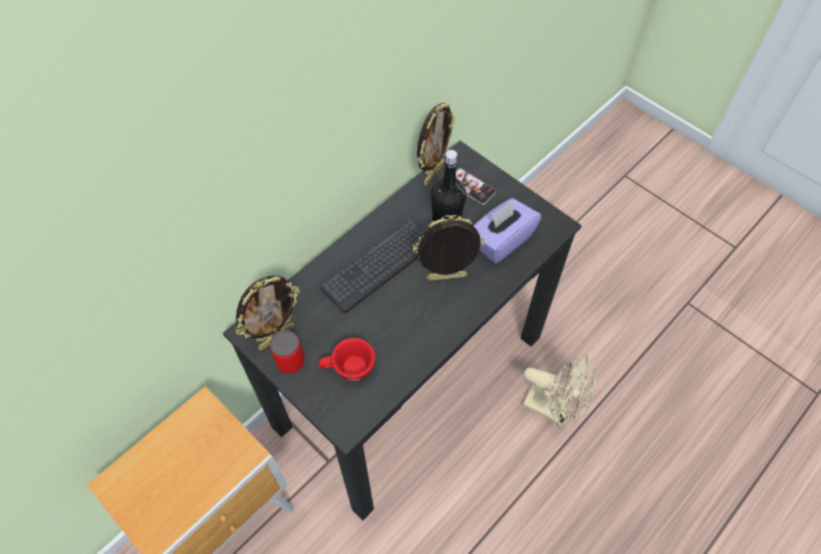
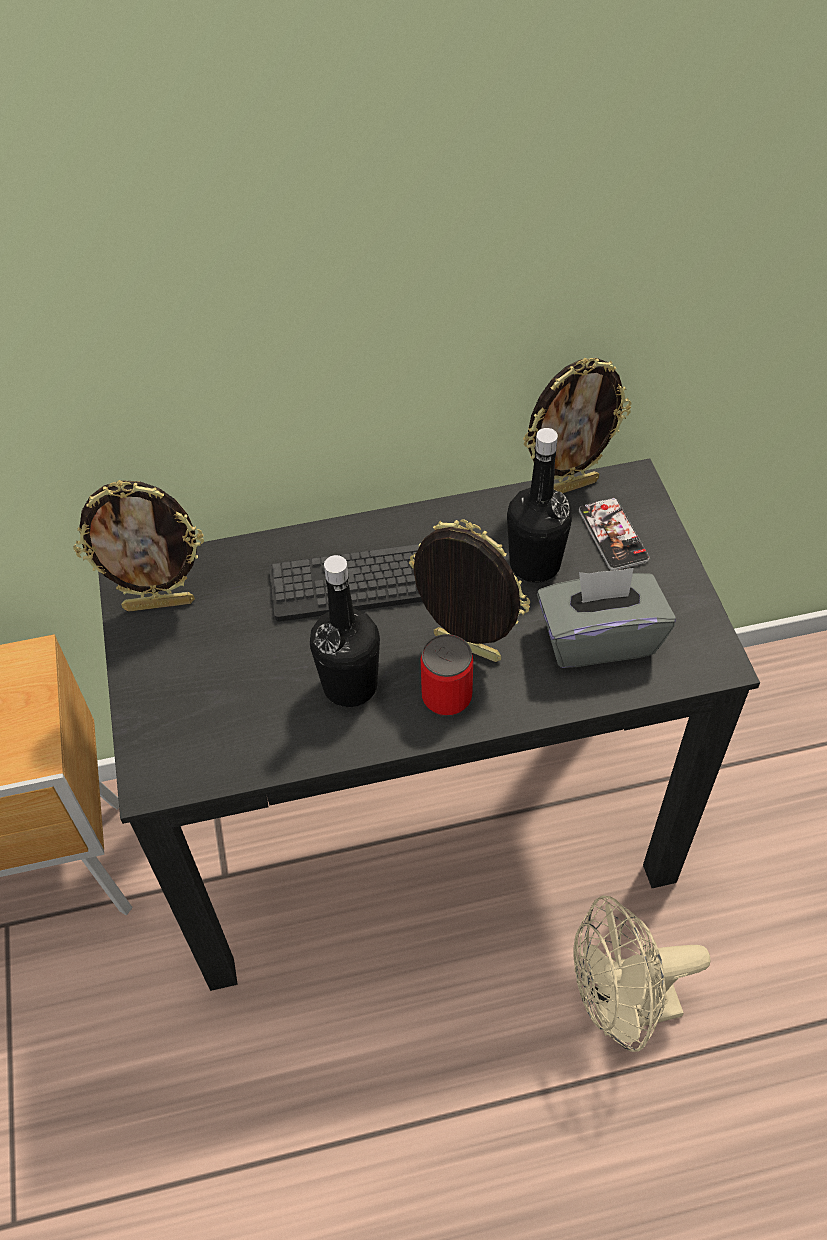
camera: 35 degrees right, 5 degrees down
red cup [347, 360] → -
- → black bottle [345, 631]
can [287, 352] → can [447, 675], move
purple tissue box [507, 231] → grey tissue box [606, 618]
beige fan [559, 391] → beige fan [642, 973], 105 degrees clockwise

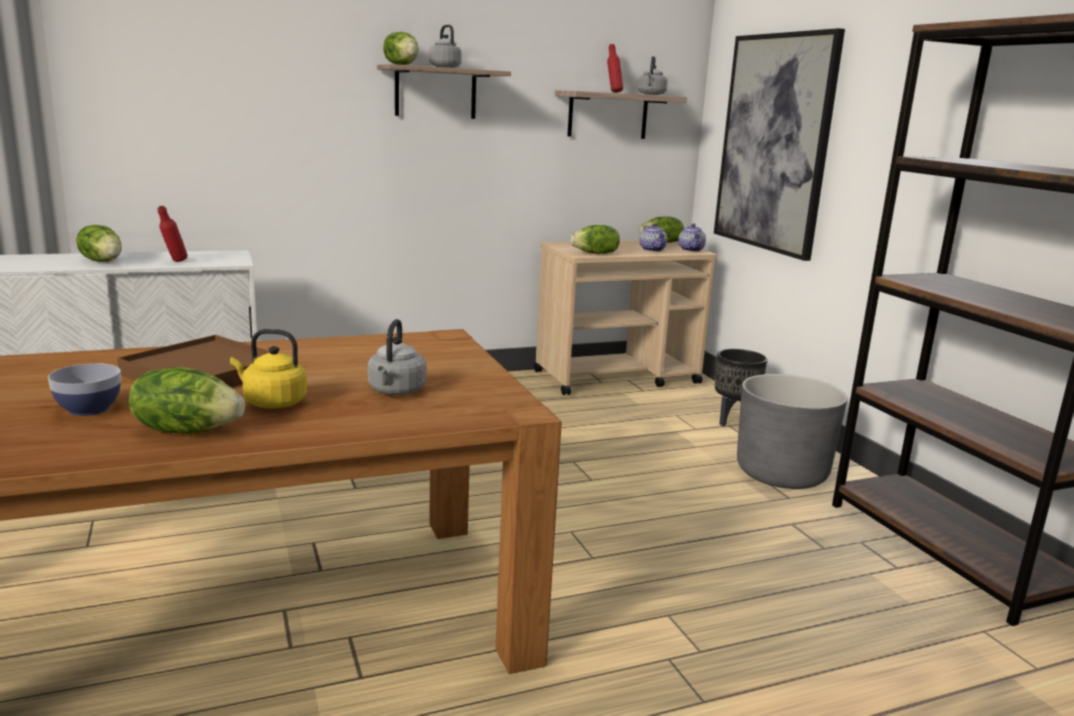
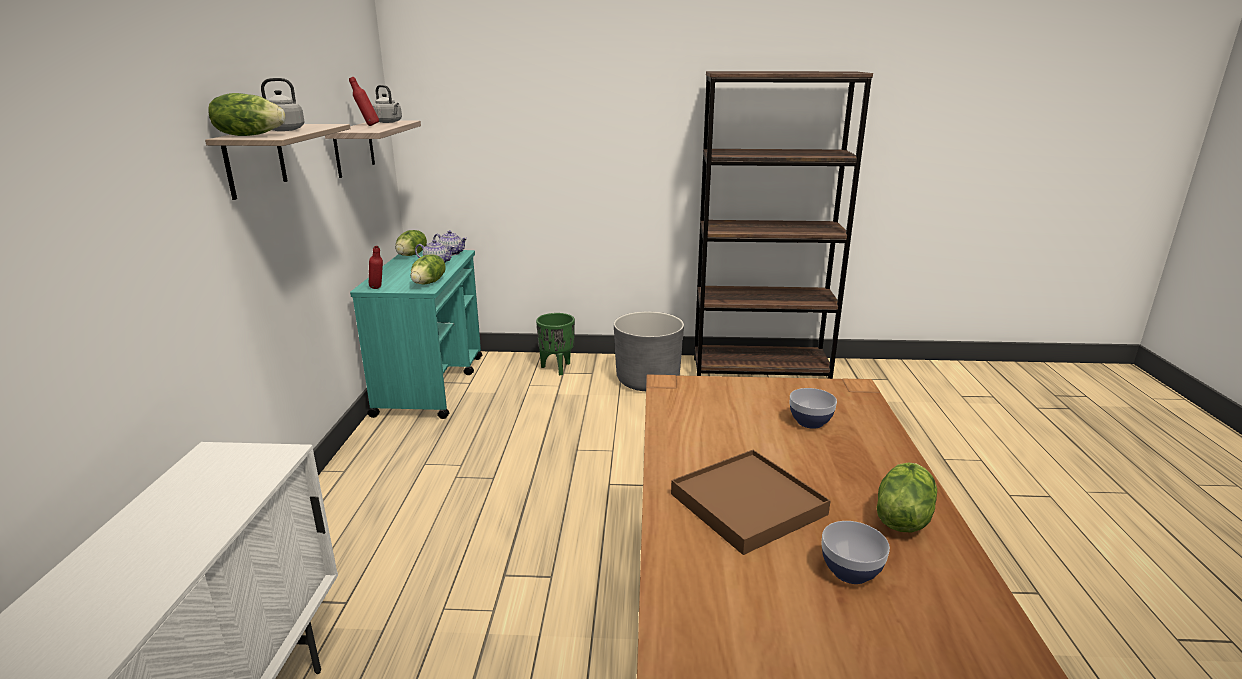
camera: 65 degrees left, 5 degrees up
lettuce [99, 243] → -
yellow kettle [268, 368] → -
picture [779, 144] → -
red bottle [173, 234] → red bottle [376, 267], move
grey kettle [397, 357] → bowl [813, 408]
beige cart [626, 318] → turquoise cart [416, 334]
black planter [741, 387] → green planter [555, 344]

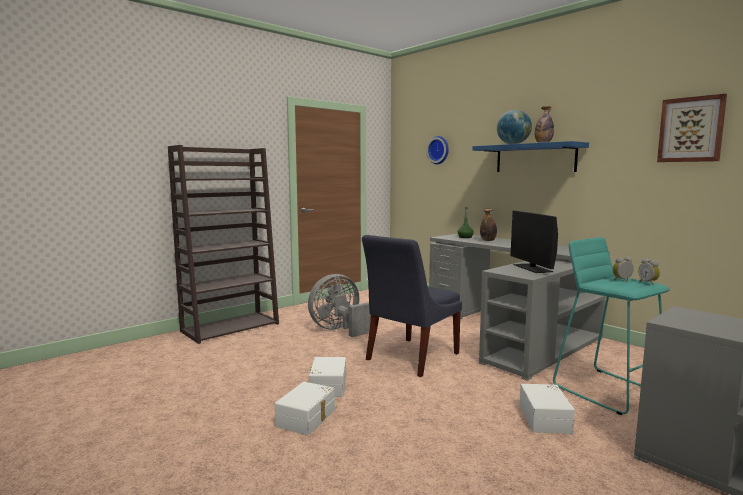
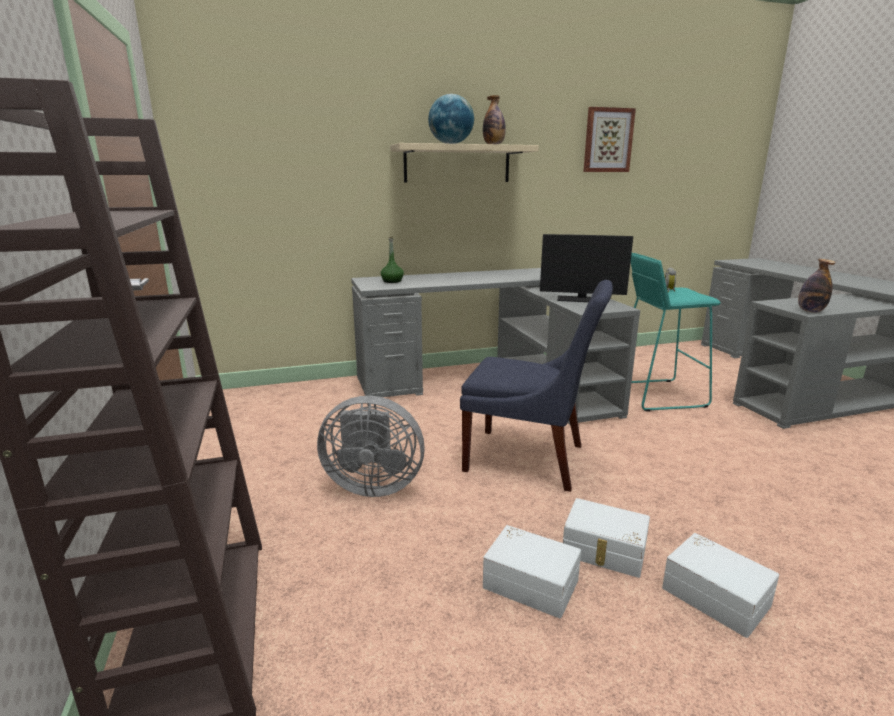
camera: 65 degrees left, 10 degrees up
wall clock [437, 150] → -
alarm clock [649, 271] → -
bottle [488, 225] → bottle [817, 286], move
white storage box [547, 409] → white storage box [532, 571], move
blue shelf [530, 156] → beige shelf [464, 163]
grey fan [339, 305] → grey fan [371, 446], 75 degrees counterclockwise
blue chair [412, 306] → blue chair [536, 386], 45 degrees counterclockwise

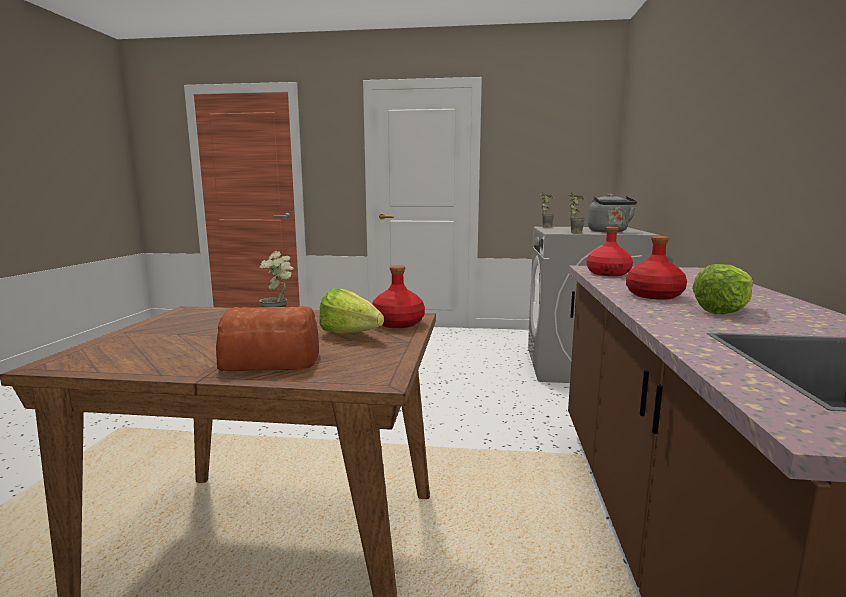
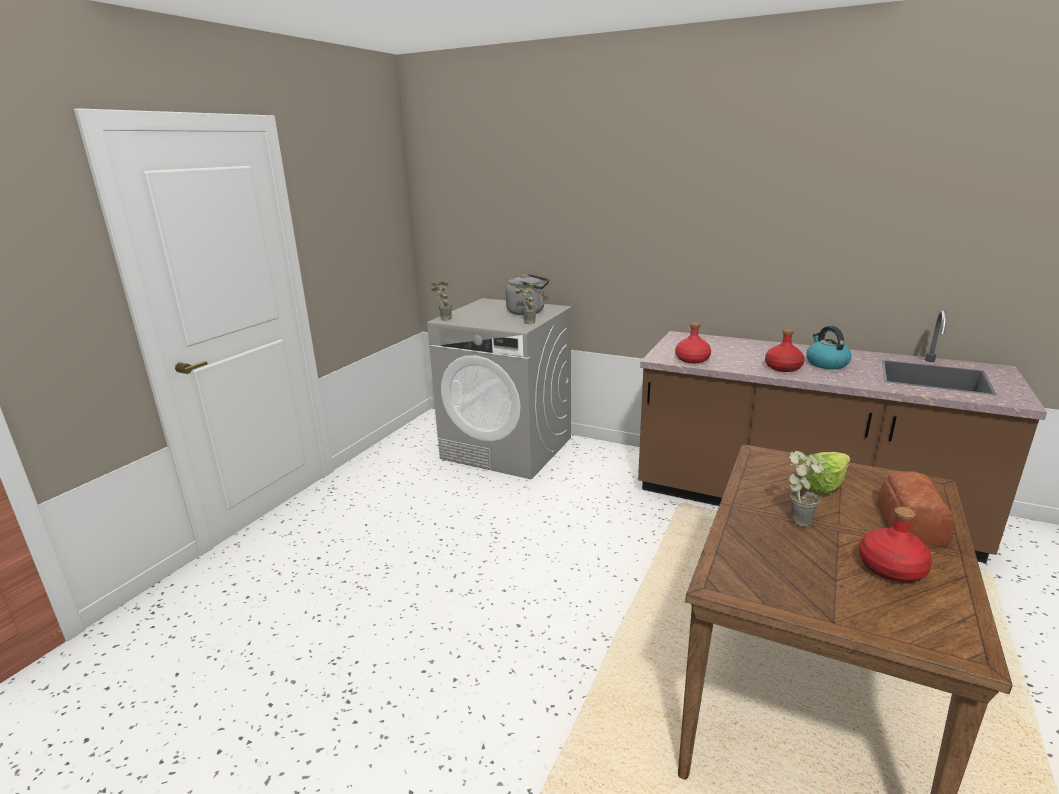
camera: 70 degrees left, 10 degrees up
red bottle [398, 296] → red bottle [895, 545], move
lettuce [722, 289] → kettle [828, 347]

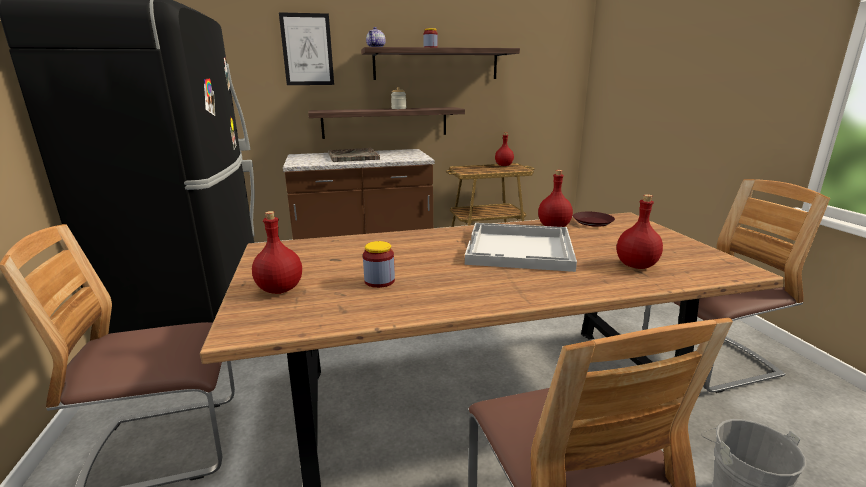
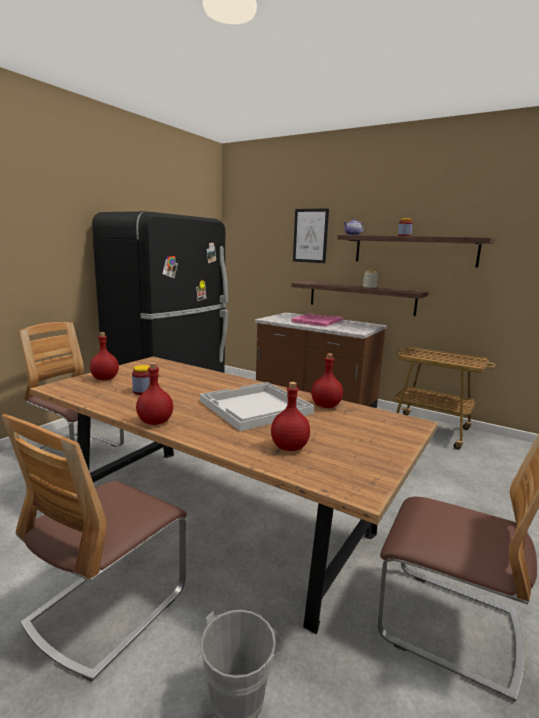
camera: 45 degrees right, 5 degrees down
brown plate [594, 219] → -
red bottle [504, 149] → red bottle [154, 394], move
grey tray [354, 155] → pink tray [317, 320]

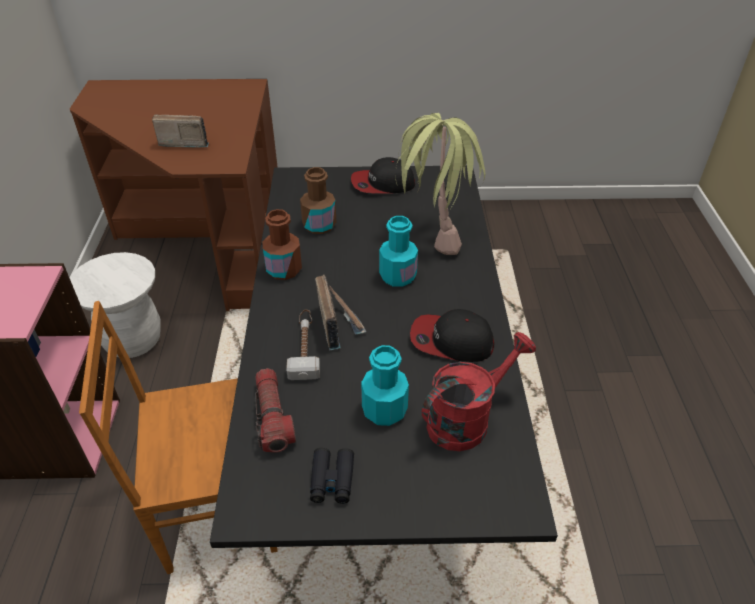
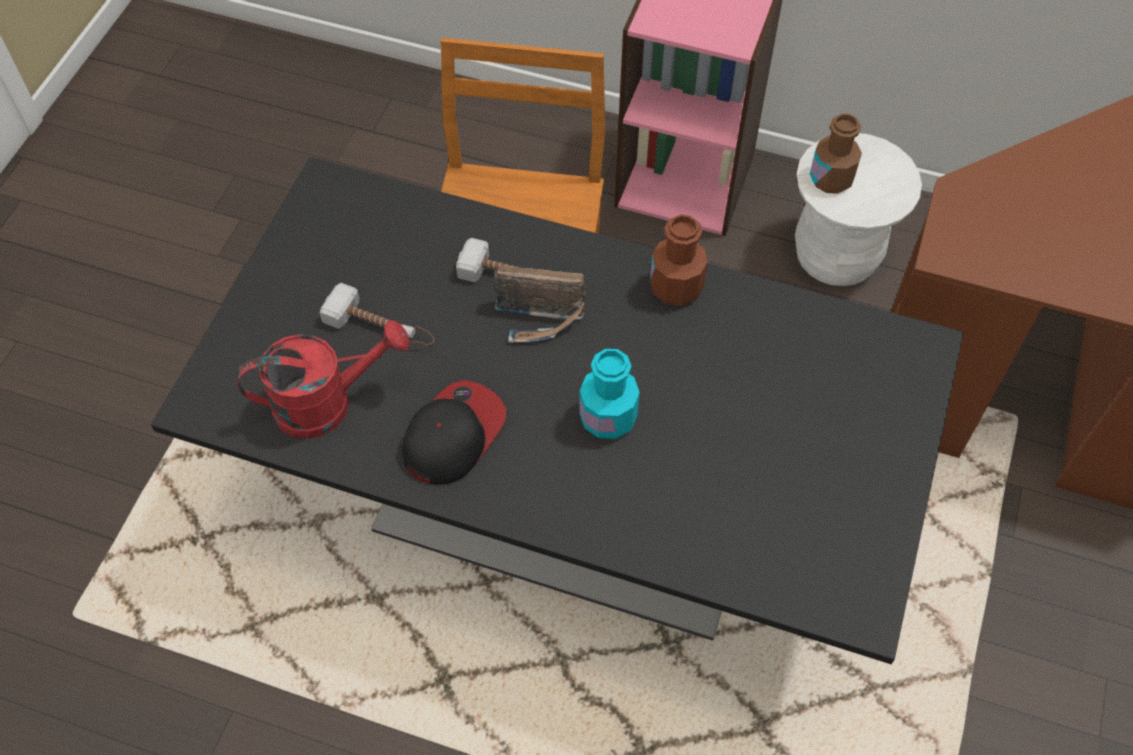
camera: 110 degrees right, 15 degrees up
radio [180, 130] → -
flashlight [275, 410] → -
black binoculars [332, 476] → -
cap [383, 175] → -
potted plant [440, 184] → -
brown bottle [318, 200] → brown bottle [836, 153], move
turquoise bottle [385, 385] → hammer [377, 314]
red watering can [479, 391] → red watering can [323, 379], 90 degrees counterclockwise

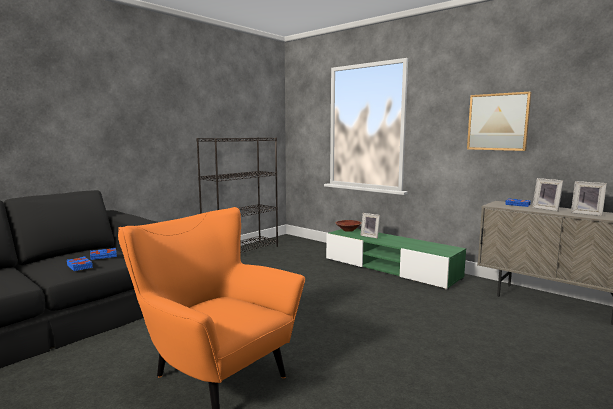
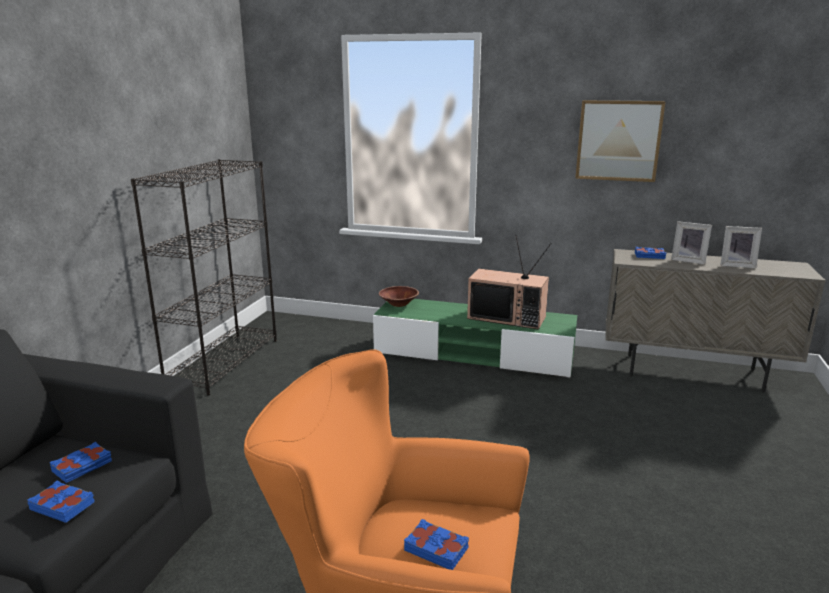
camera: 25 degrees left, 10 degrees up
picture frame [370, 225] → -
- → blue book [436, 544]
- → television [509, 282]

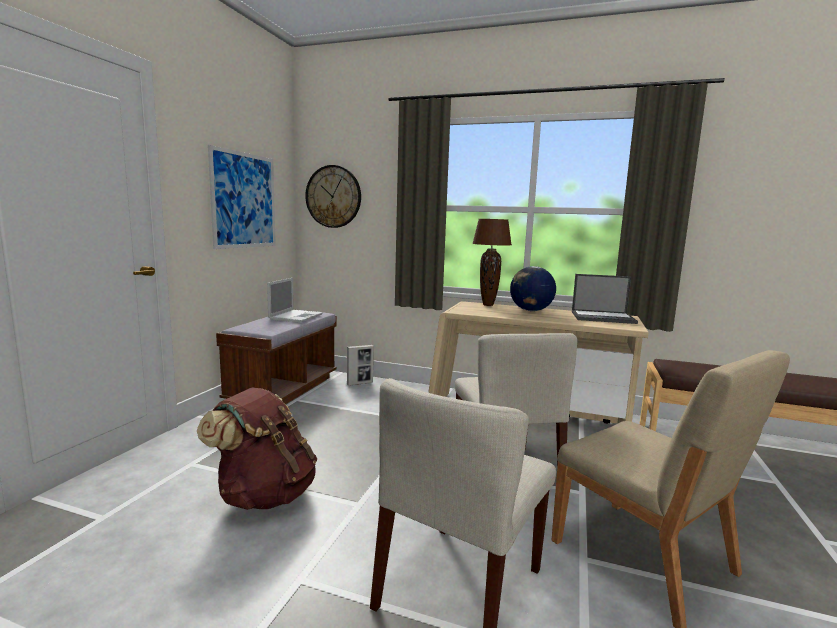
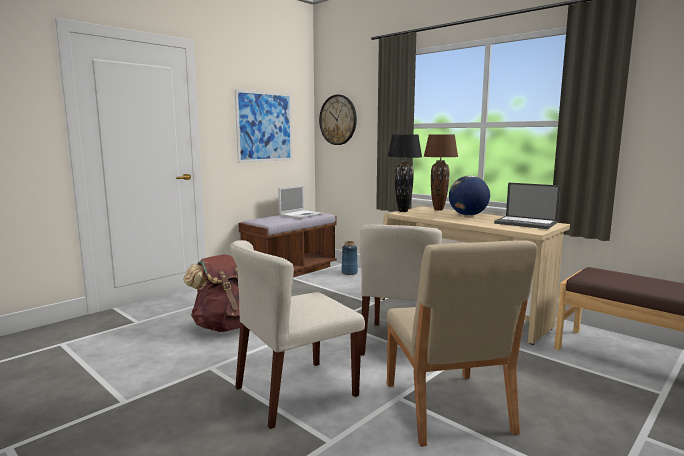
camera: 25 degrees right, 0 degrees up
- → black table lamp [404, 173]
picture frame [360, 365] → blue vase [349, 258]

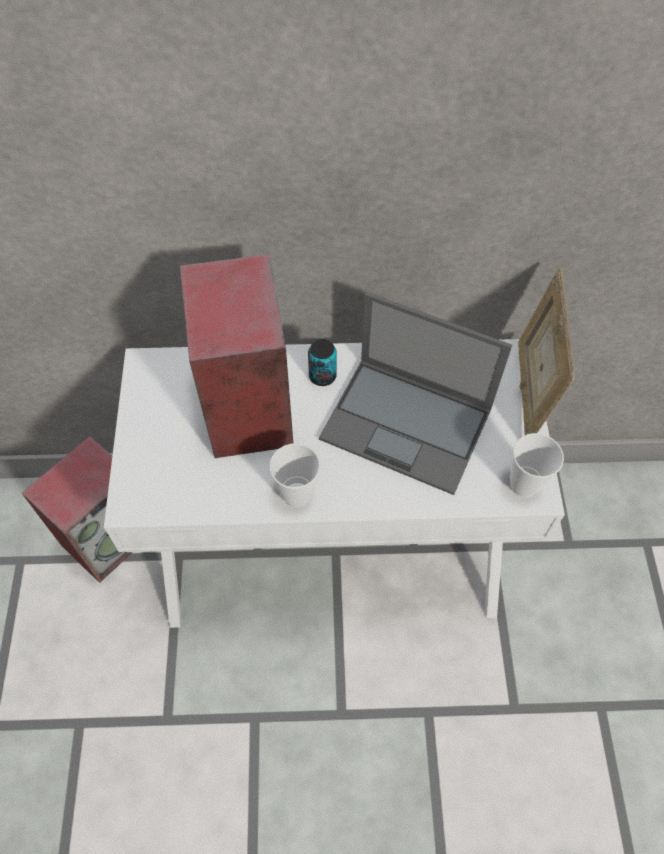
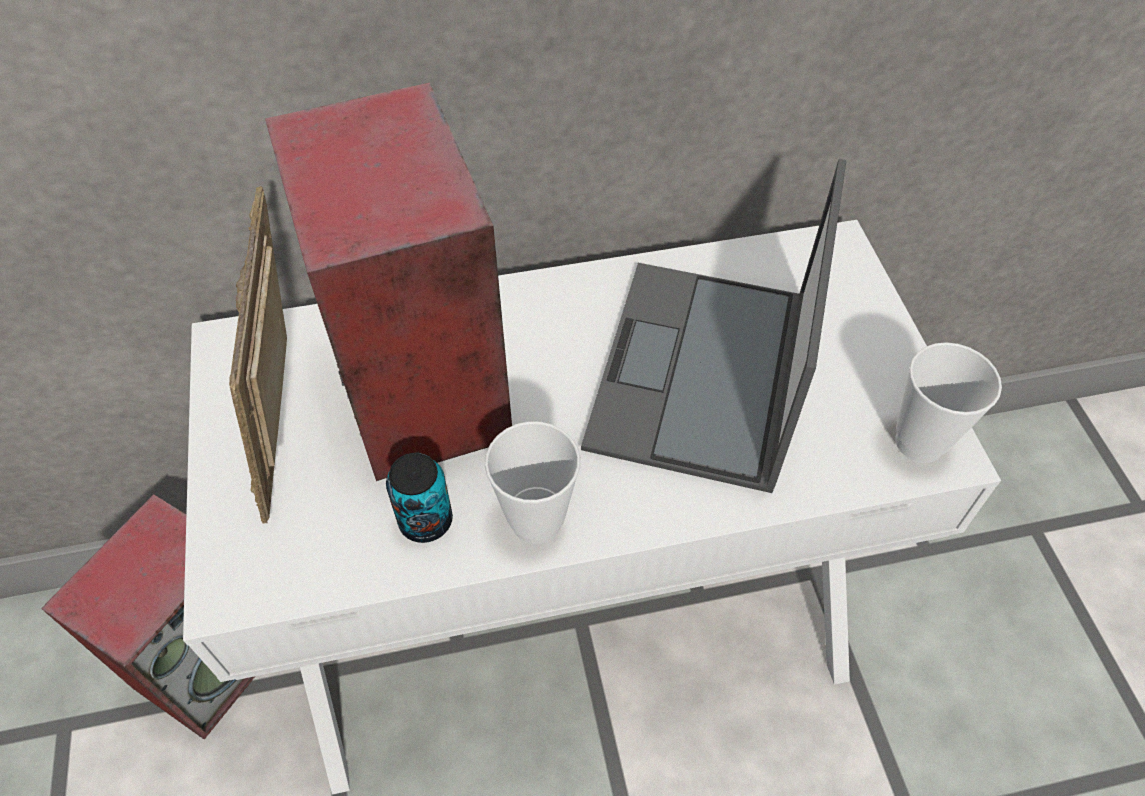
camera: 10 degrees left, 5 degrees down
can [322, 362] → can [419, 498], move
picture frame [546, 351] → picture frame [258, 355], move
laptop [415, 393] → laptop [713, 326], 90 degrees clockwise

